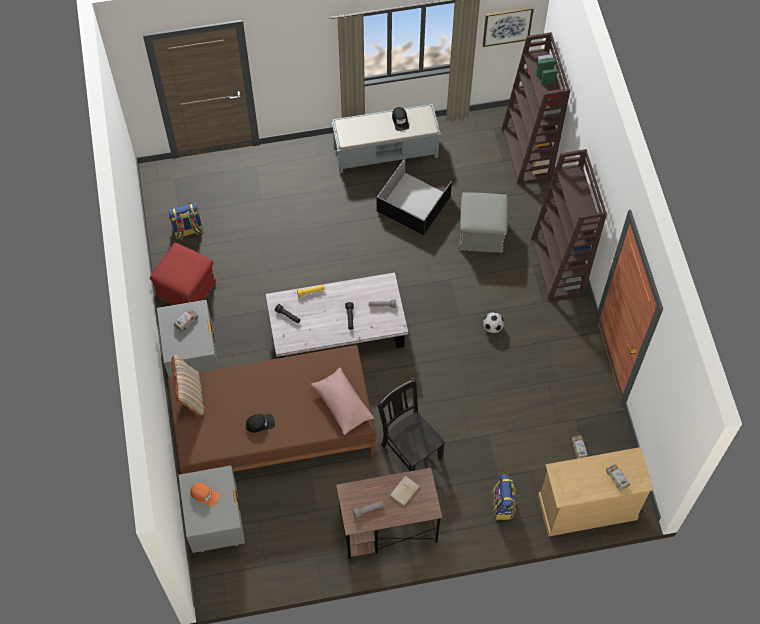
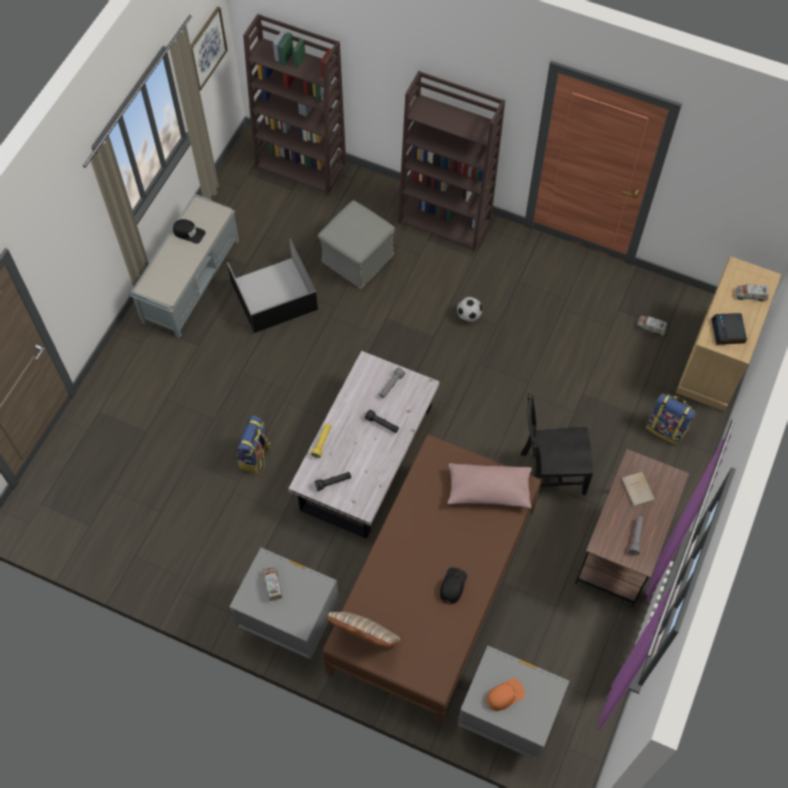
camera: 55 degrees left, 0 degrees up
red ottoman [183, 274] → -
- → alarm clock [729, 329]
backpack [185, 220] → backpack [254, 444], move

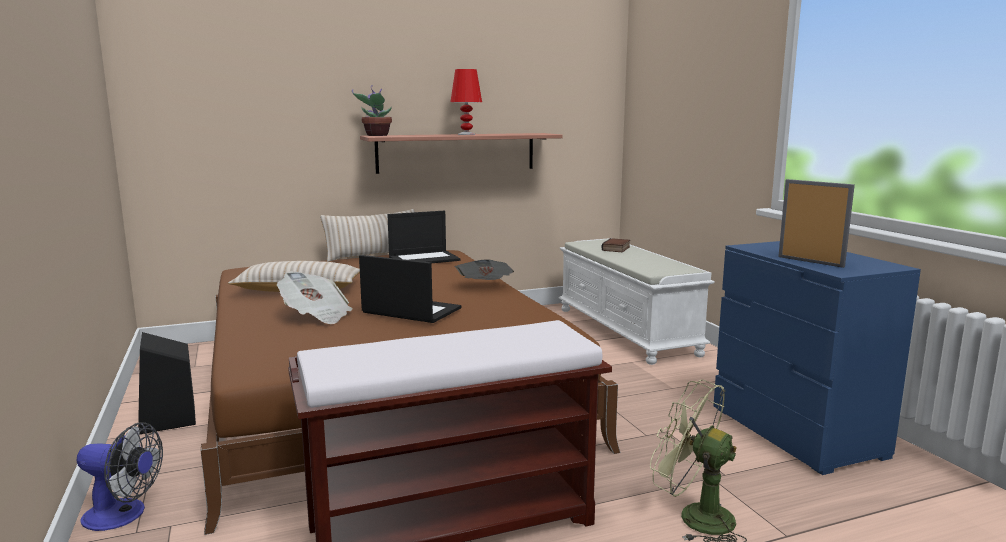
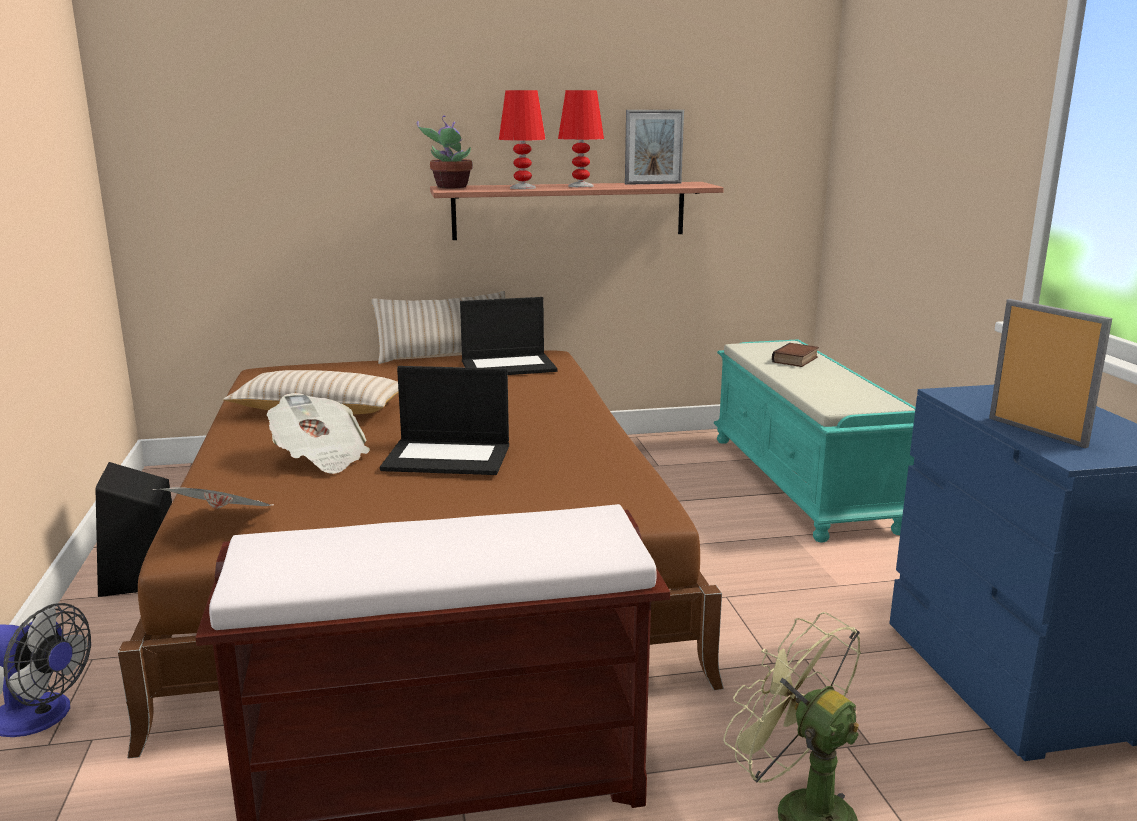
camera: 10 degrees right, 5 degrees up
- → red table lamp [522, 139]
- → picture frame [654, 147]
newspaper [484, 270] → newspaper [213, 498], move
white bench [637, 301] → turquoise bench [815, 440]
laptop [410, 289] → laptop [444, 420], 150 degrees clockwise

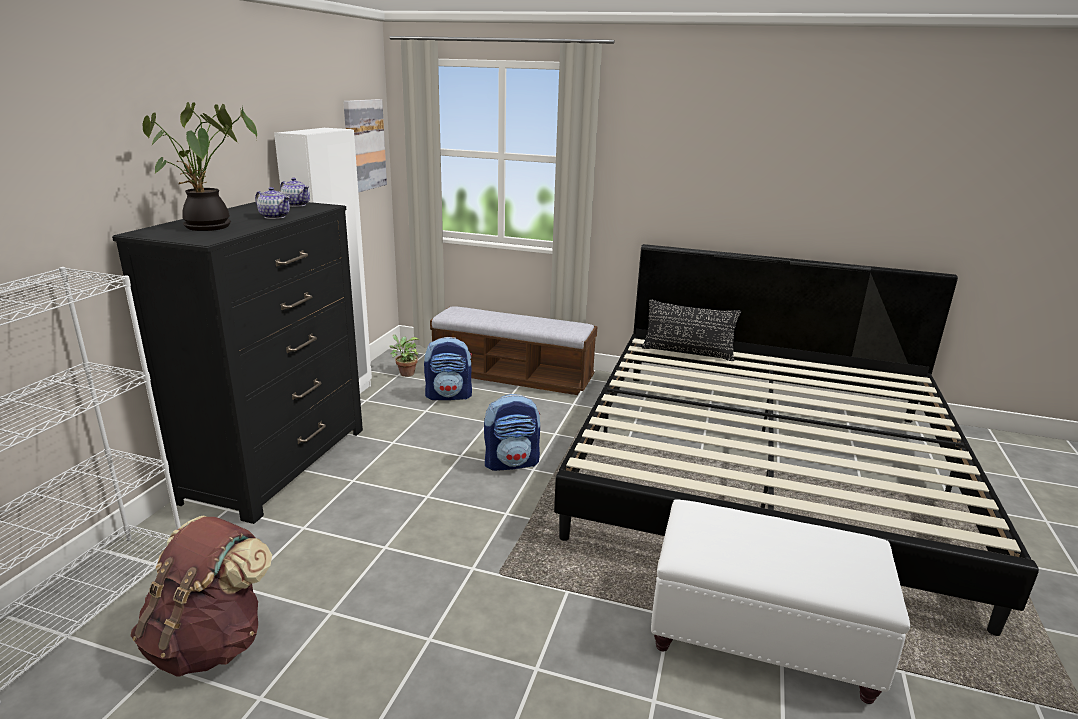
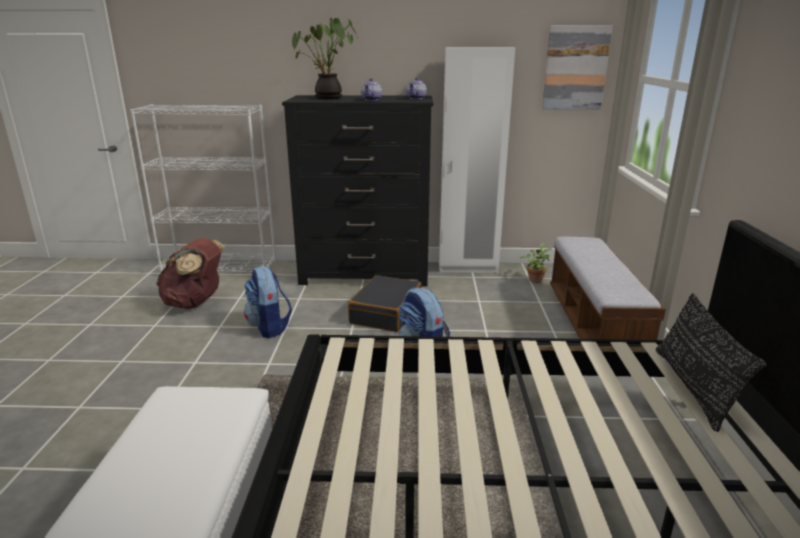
camera: 75 degrees right, 0 degrees up
- → black suitcase [385, 303]
backpack [448, 368] → backpack [268, 302], move

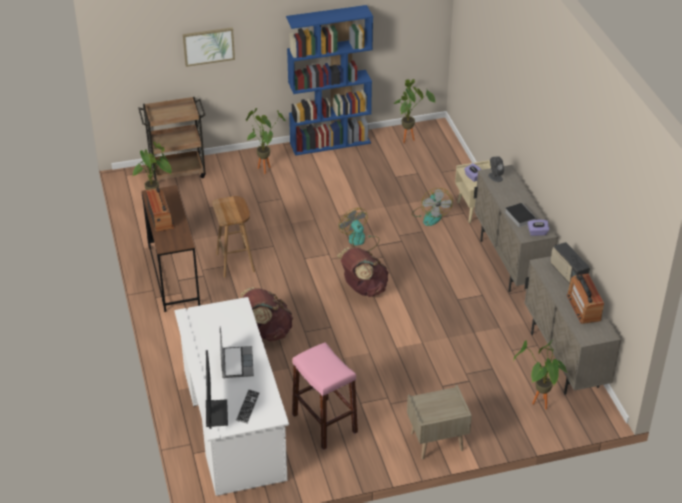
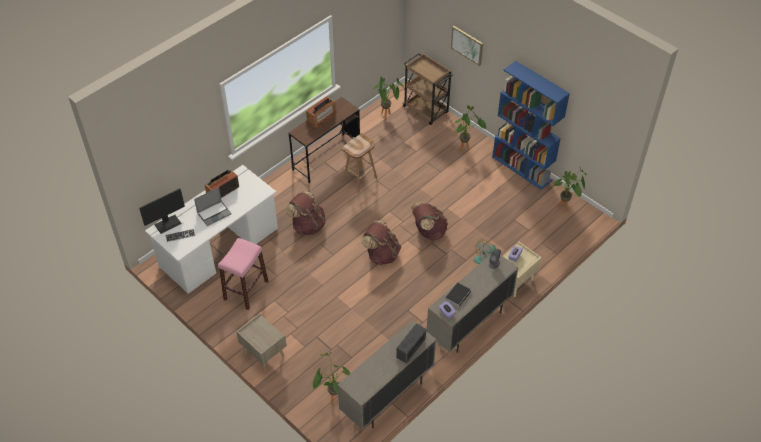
camera: 60 degrees right, 10 degrees up
radio [585, 299] → radio [222, 184], move
fan [359, 229] → brown backpack [429, 221]

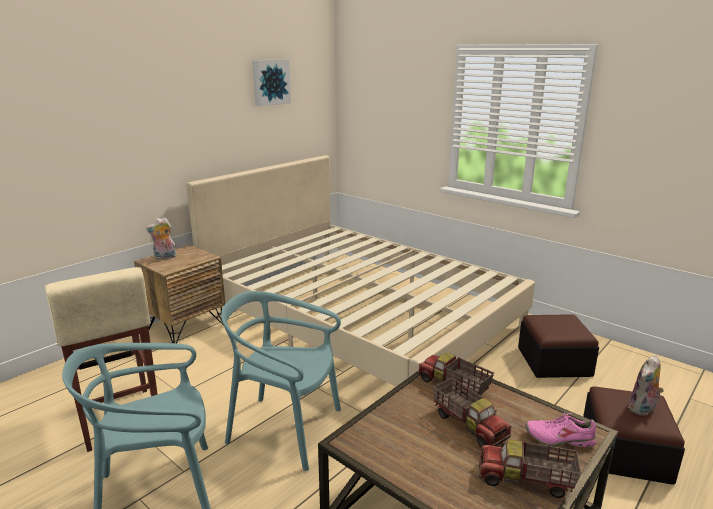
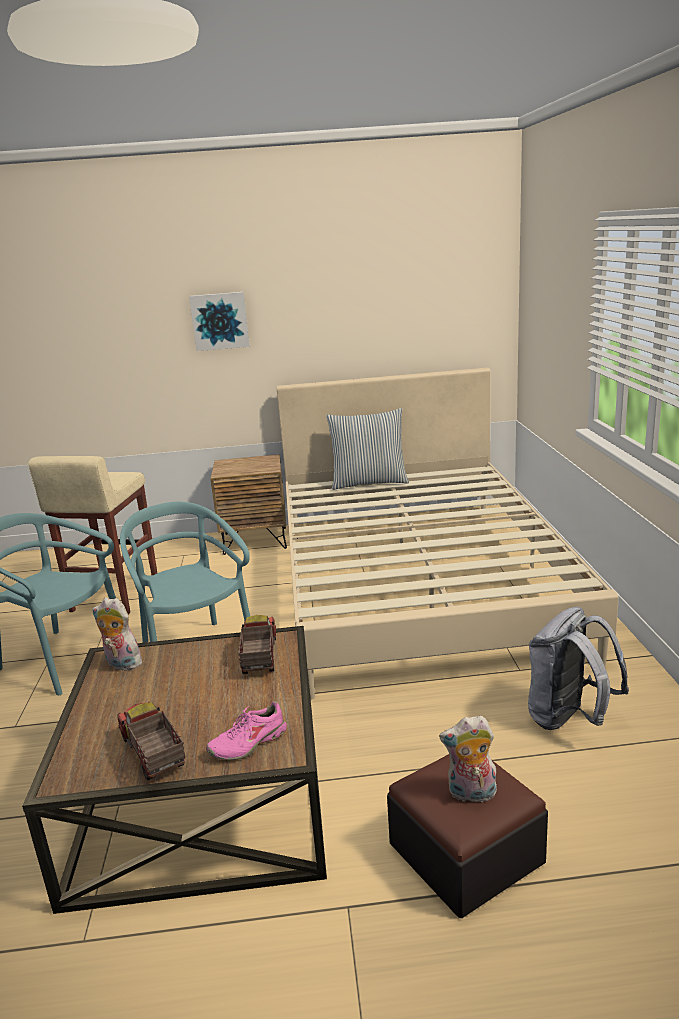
camera: 45 degrees right, 0 degrees up
toy truck [472, 413] → -
- → pillow [367, 449]
plush toy [161, 239] → plush toy [119, 634], move
picture [272, 82] → picture [219, 321], move
ottoman [558, 346] → grey backpack [578, 668]
pink shoe [561, 430] → pink shoe [246, 730], 90 degrees counterclockwise

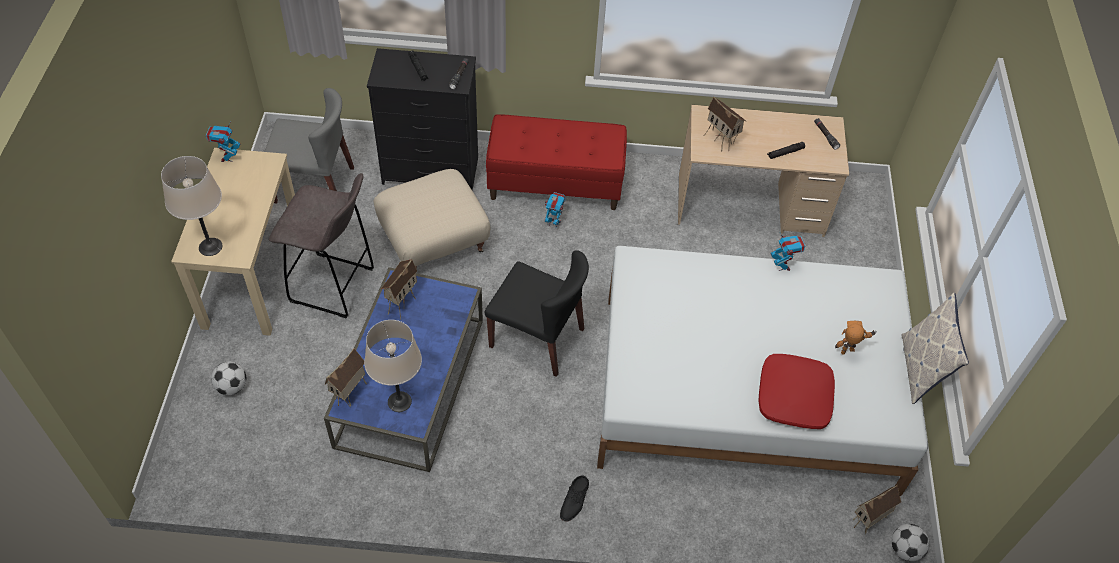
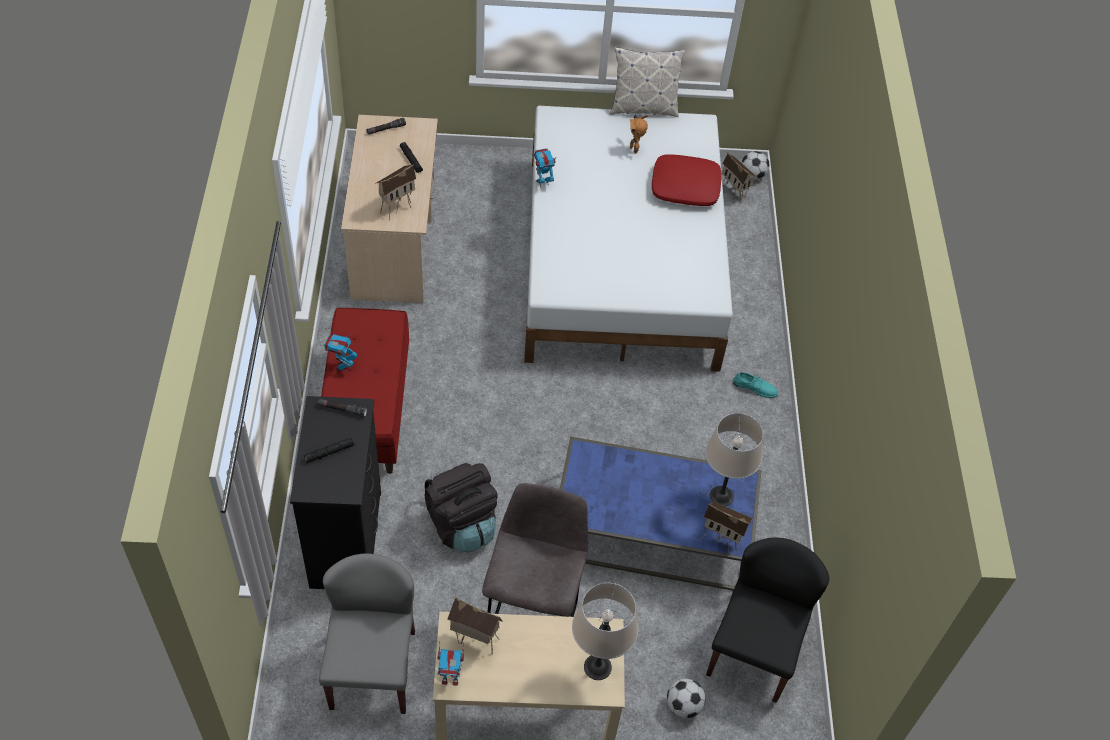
camera: 95 degrees left, 0 degrees up
toy house [399, 289] → toy house [475, 626], move
black chair [537, 313] → black chair [767, 620], move
toy robot [555, 209] → toy robot [341, 352], move
beige ottoman [432, 218] → black backpack [461, 507]
black shoe [574, 498] → turquoise shoe [755, 385]

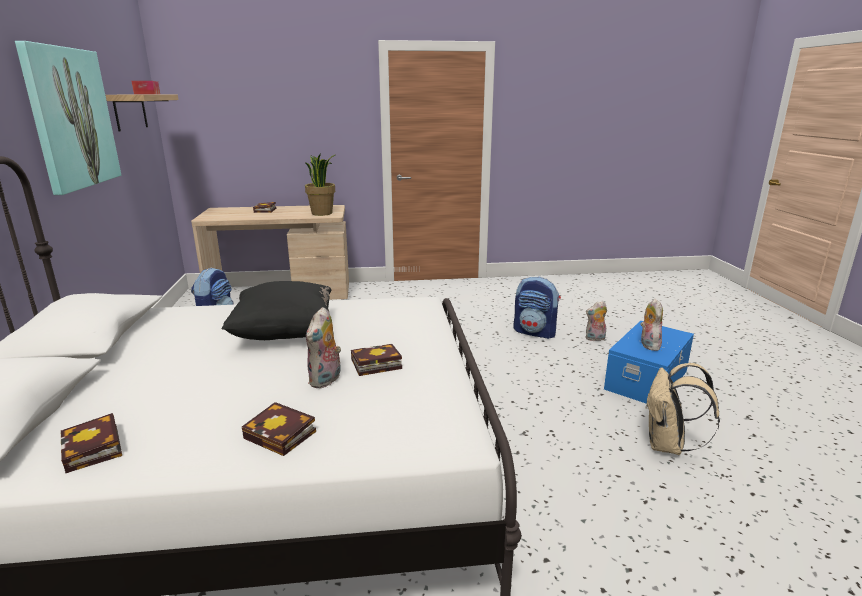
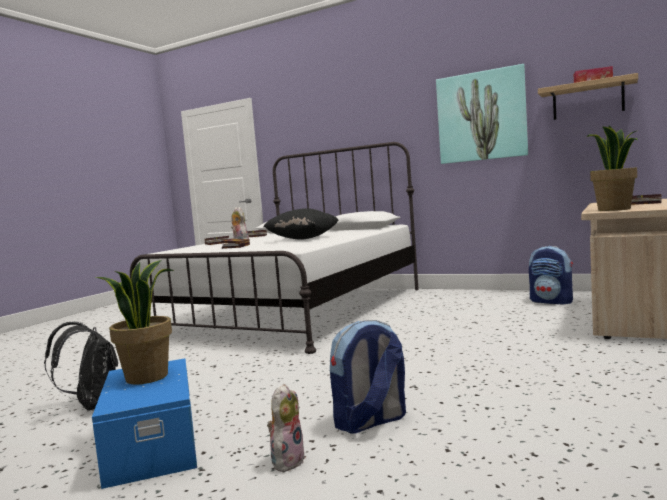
camera: 125 degrees right, 15 degrees down
plush toy [651, 325] → potted plant [135, 322]
beige backpack [682, 409] → black backpack [81, 366]

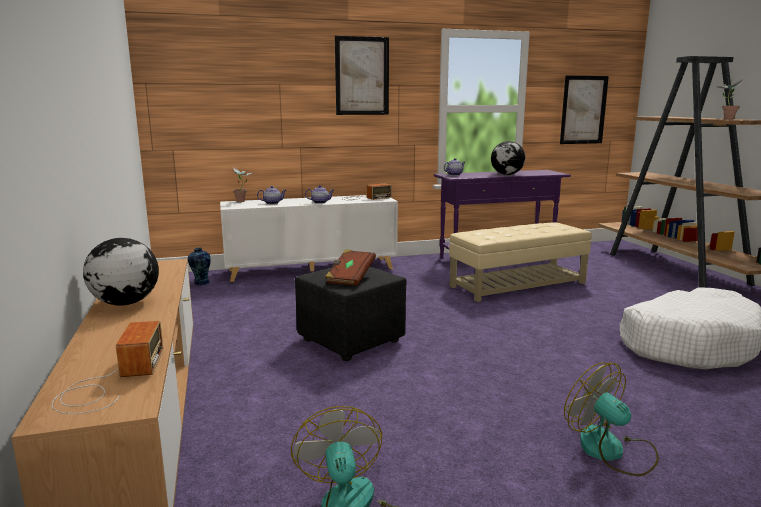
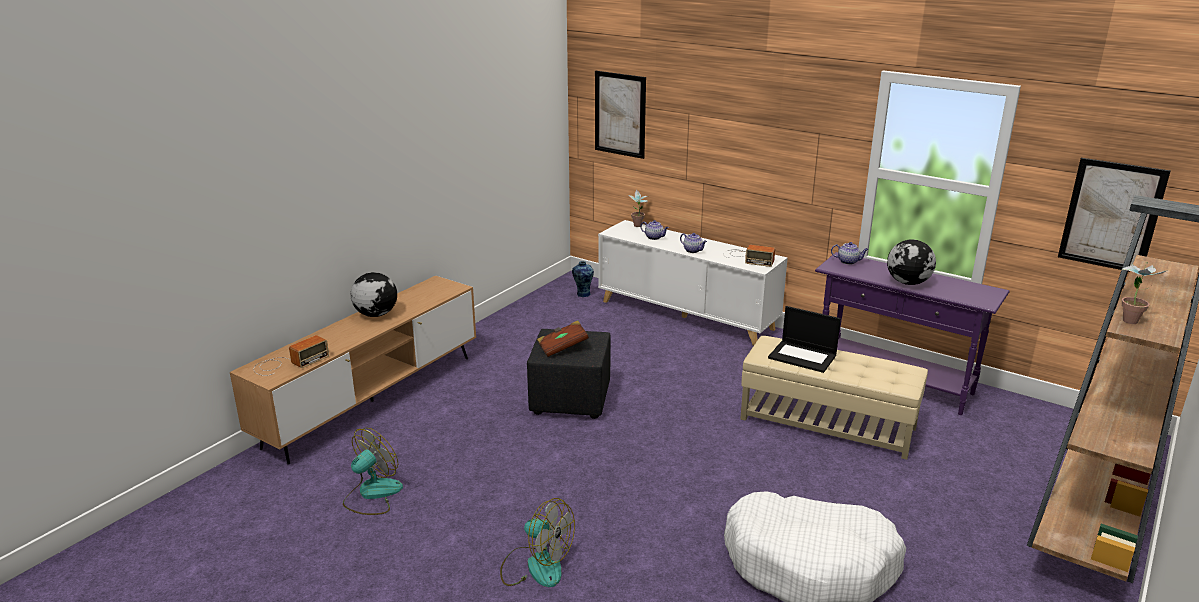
camera: 50 degrees right, 10 degrees up
- → laptop [804, 339]
picture [362, 75] → picture [620, 115], move
fan [611, 419] → fan [537, 542], 105 degrees clockwise

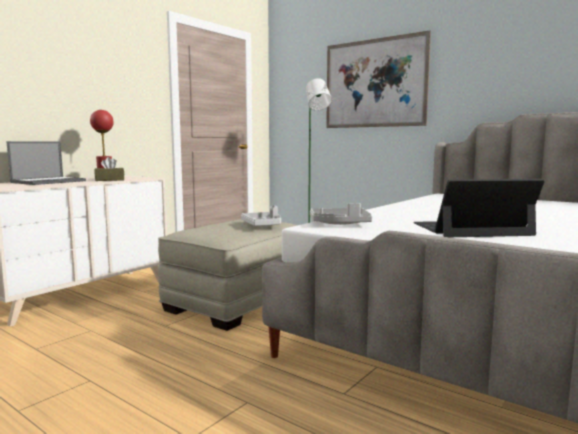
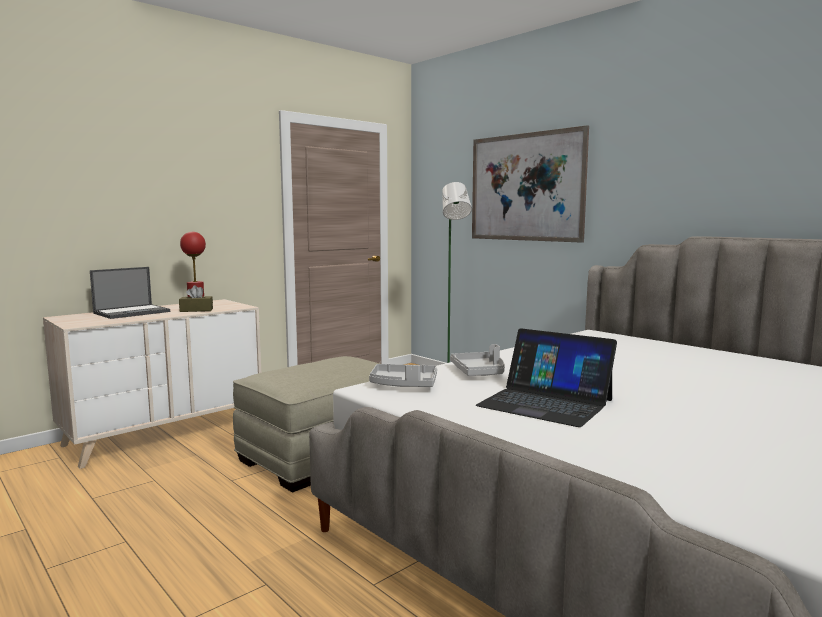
camera: 10 degrees right, 0 degrees up
grey tray [261, 216] → grey tray [477, 360], move
laptop [478, 208] → laptop [546, 377], 150 degrees counterclockwise

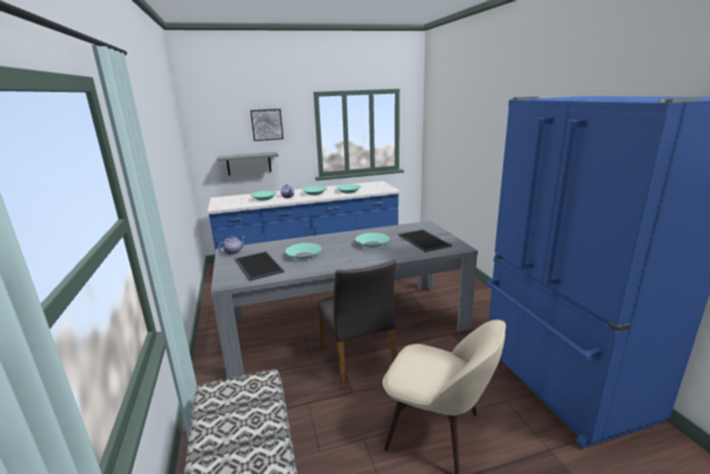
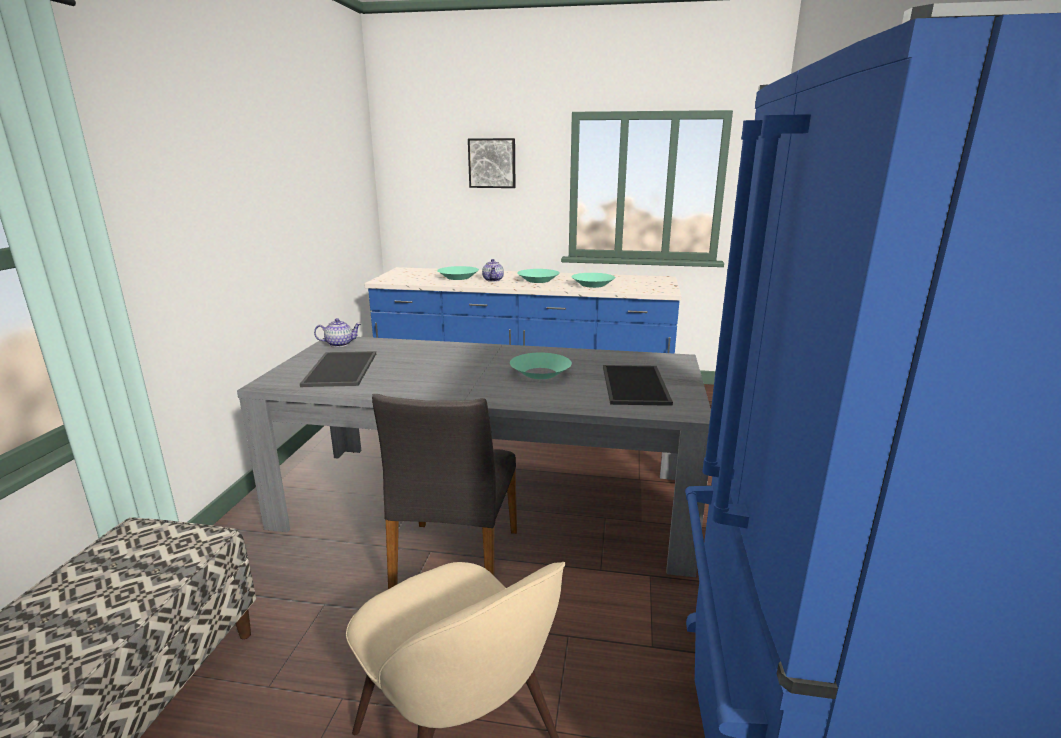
camera: 25 degrees right, 0 degrees up
grey shelf [248, 164] → -
turquoise bowl [303, 251] → -

